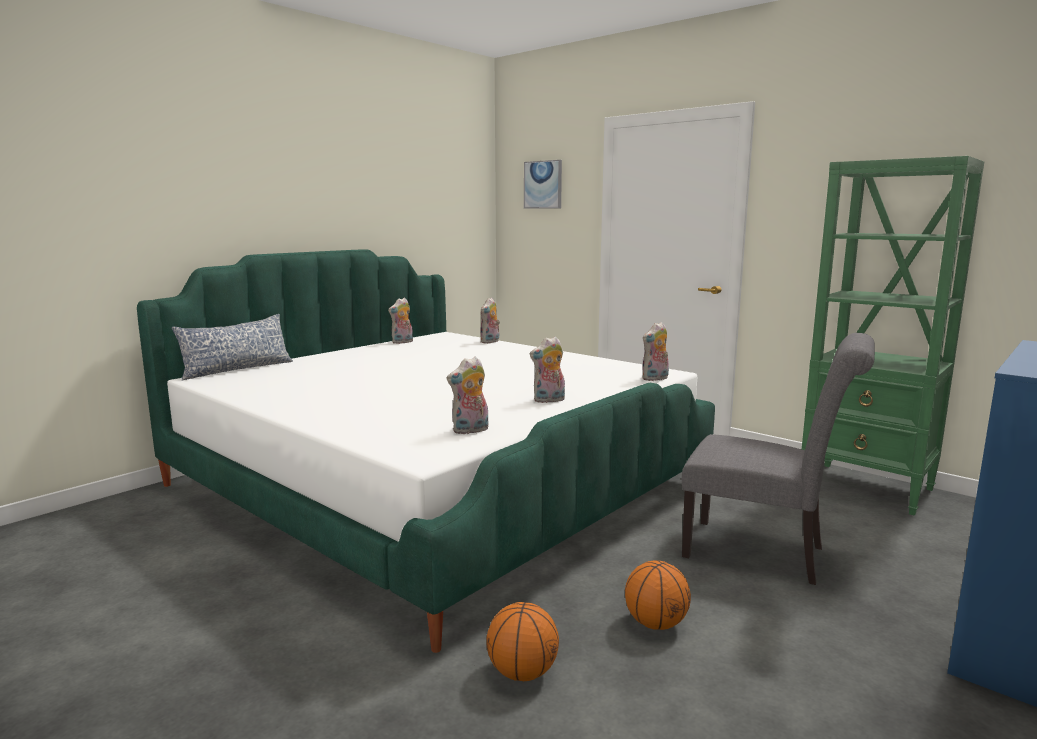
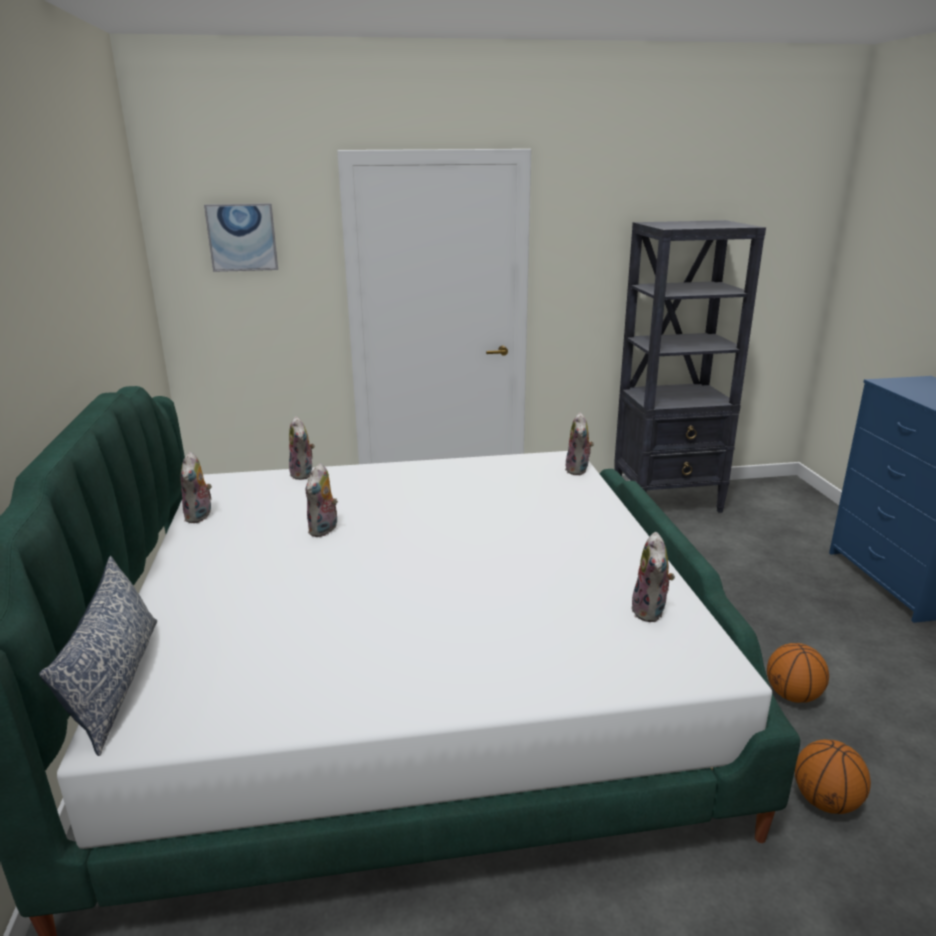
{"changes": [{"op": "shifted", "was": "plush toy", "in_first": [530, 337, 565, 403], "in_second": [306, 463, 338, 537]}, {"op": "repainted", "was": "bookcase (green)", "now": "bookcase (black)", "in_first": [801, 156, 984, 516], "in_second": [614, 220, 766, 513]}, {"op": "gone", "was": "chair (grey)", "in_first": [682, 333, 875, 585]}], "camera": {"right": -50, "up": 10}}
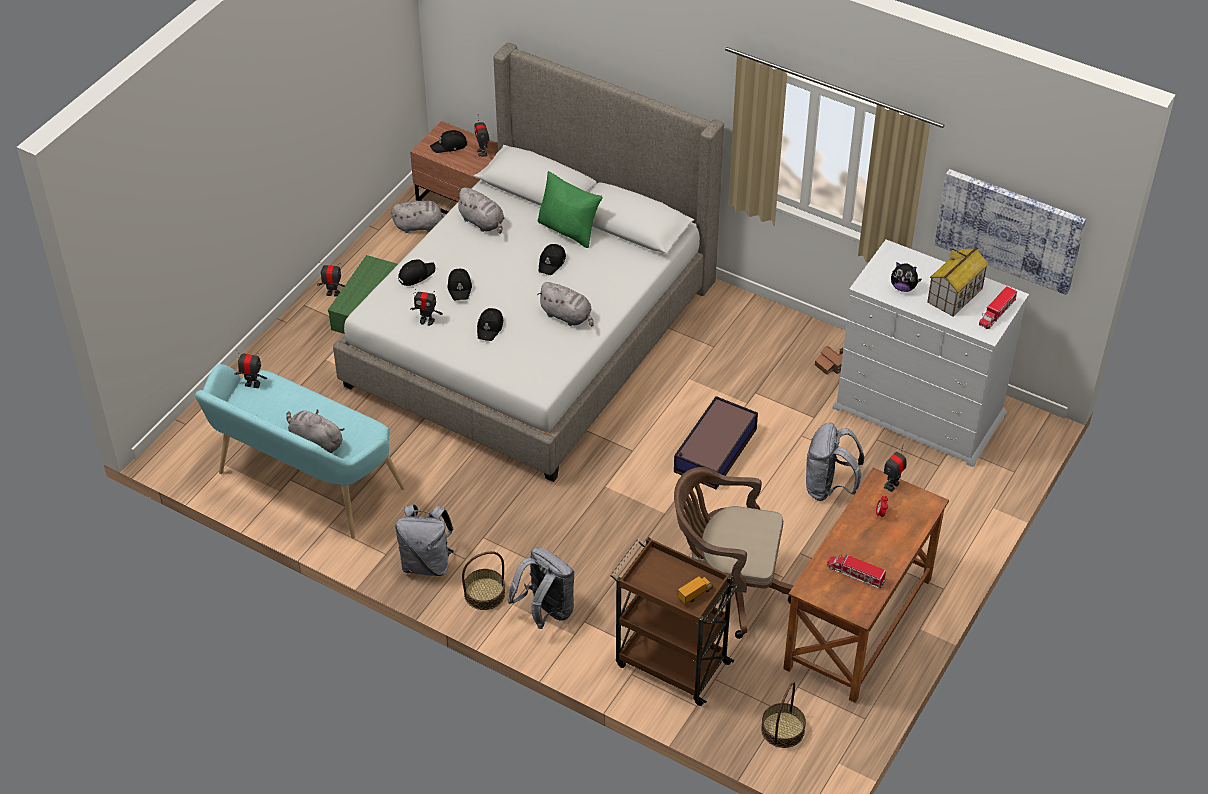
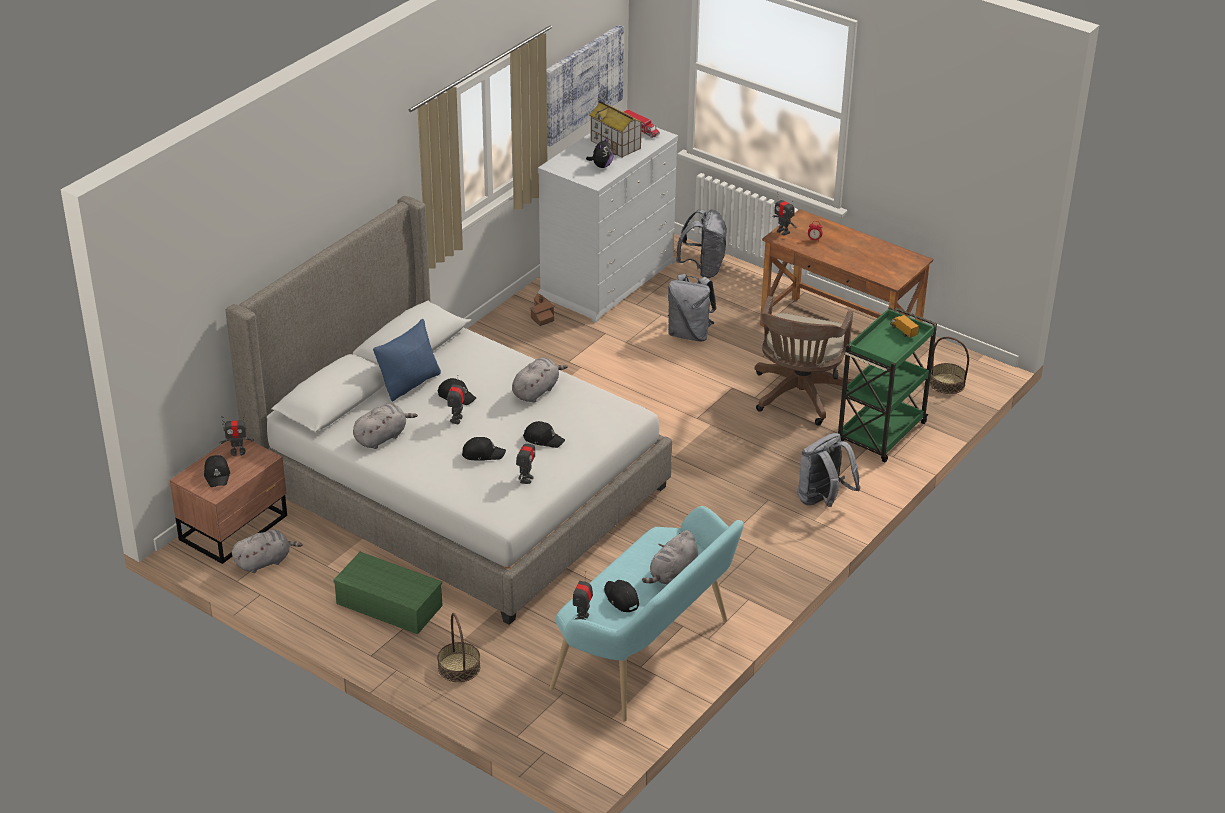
{"changes": [{"op": "rotated", "was": "plush toy (grey)", "in_first": [391, 200, 445, 233], "in_second": [232, 530, 303, 573], "clockwise": 60}, {"op": "repainted", "was": "pillow (green)", "now": "pillow (blue)", "in_first": [538, 171, 603, 248], "in_second": [373, 319, 441, 401]}, {"op": "shifted", "was": "basket", "in_first": [462, 551, 505, 610], "in_second": [437, 613, 481, 682]}, {"op": "shifted", "was": "toy robot", "in_first": [317, 262, 345, 297], "in_second": [447, 375, 465, 424]}, {"op": "shifted", "was": "cap (black)", "in_first": [398, 259, 435, 286], "in_second": [604, 580, 639, 612]}, {"op": "shifted", "was": "backpack (grey)", "in_first": [395, 504, 454, 576], "in_second": [676, 209, 727, 278]}, {"op": "repainted", "was": "cart (brown)", "now": "cart (green)", "in_first": [610, 537, 739, 706], "in_second": [838, 307, 937, 462]}, {"op": "gone", "was": "storage box", "in_first": [674, 396, 758, 489]}, {"op": "gone", "was": "toy truck", "in_first": [827, 554, 886, 588]}], "camera": {"right": -85, "up": -10}}
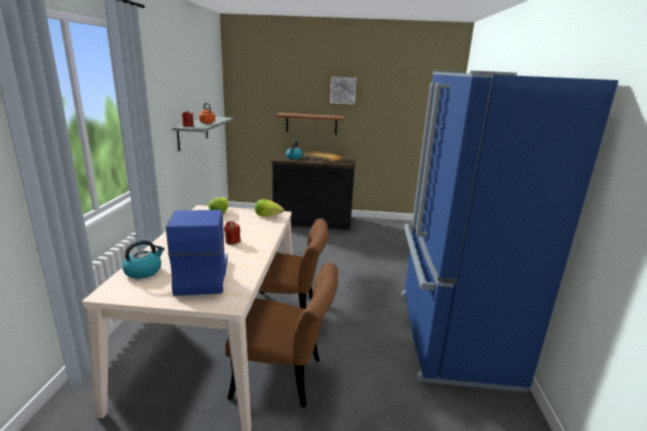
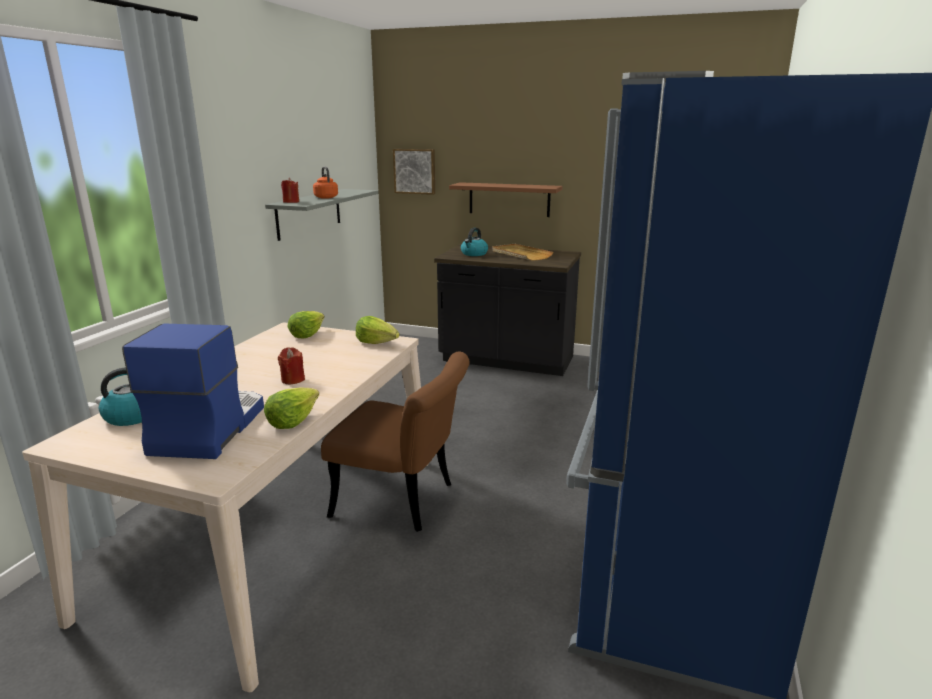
{"changes": [{"op": "new", "now": "lettuce", "in_second": [264, 387, 319, 429]}, {"op": "shifted", "was": "picture", "in_first": [328, 75, 358, 106], "in_second": [393, 149, 435, 195]}, {"op": "gone", "was": "chair (brown)", "in_first": [225, 262, 338, 408]}], "camera": {"right": 15, "up": 0}}
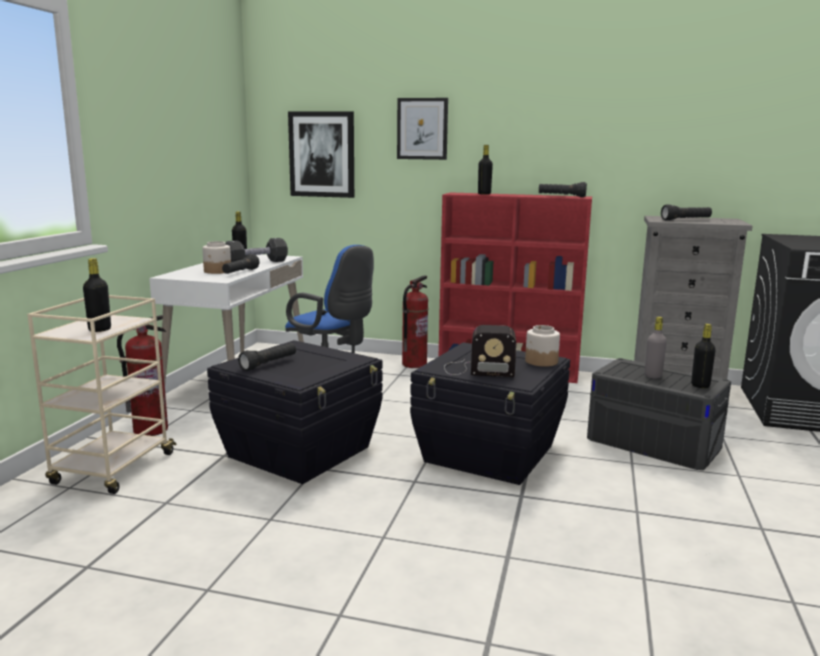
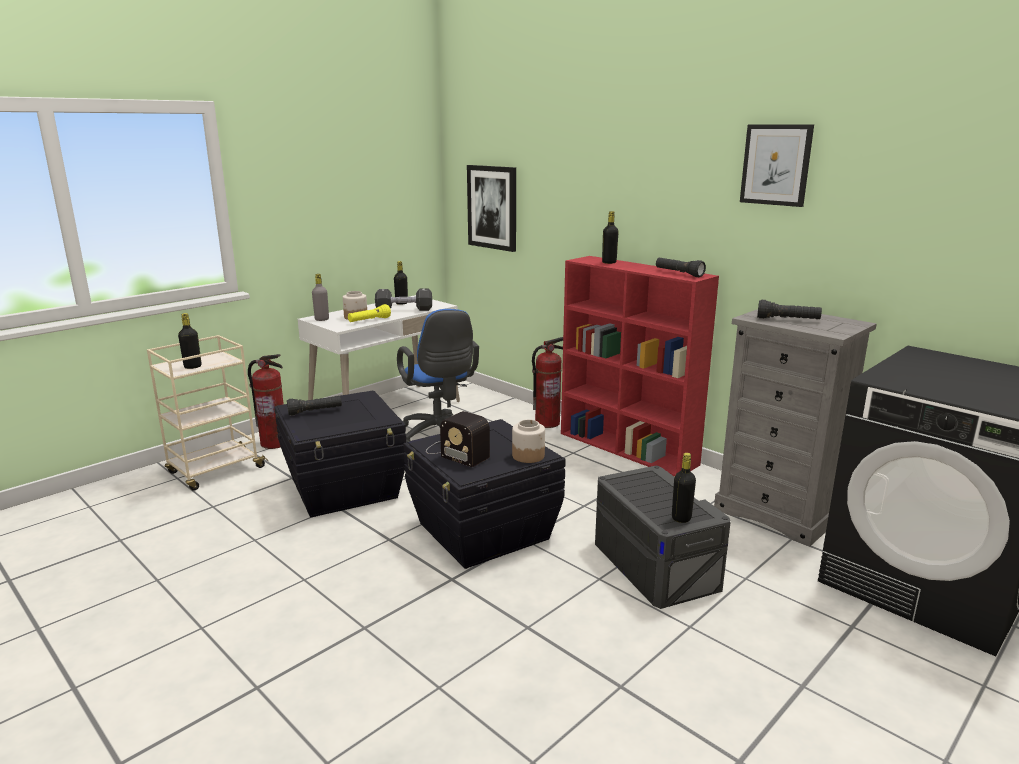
{"changes": [{"op": "shifted", "was": "bottle (grey)", "in_first": [645, 317, 667, 379], "in_second": [312, 274, 329, 321]}, {"op": "repainted", "was": "flashlight (black)", "now": "flashlight (yellow)", "in_first": [222, 254, 260, 274], "in_second": [348, 304, 391, 322]}, {"op": "shifted", "was": "picture", "in_first": [397, 98, 448, 160], "in_second": [740, 125, 814, 207]}], "camera": {"right": 30, "up": 5}}
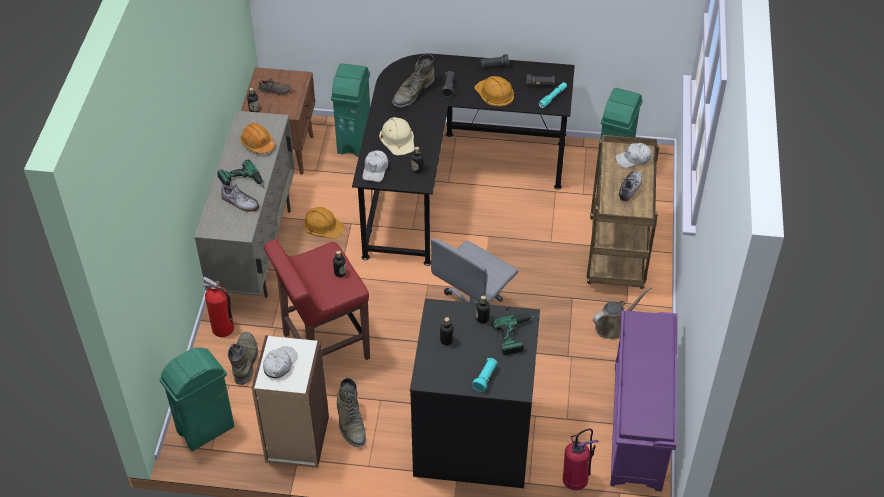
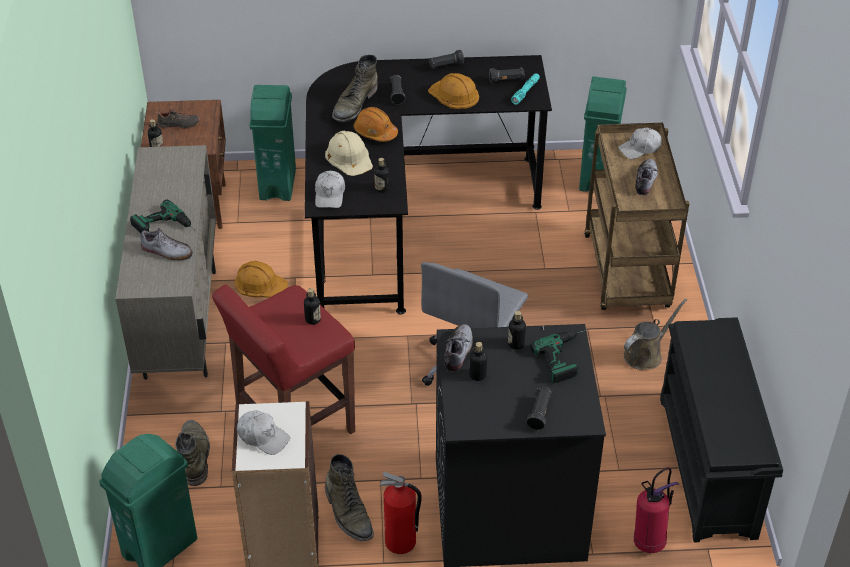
{"changes": [{"op": "rotated", "was": "cap (white)", "in_first": [263, 346, 298, 379], "in_second": [237, 410, 290, 455], "clockwise": 105}, {"op": "shifted", "was": "hard hat (orange)", "in_first": [240, 123, 275, 154], "in_second": [354, 107, 398, 142]}, {"op": "shifted", "was": "fire extinguisher", "in_first": [202, 276, 234, 337], "in_second": [380, 472, 422, 554]}, {"op": "new", "now": "shoe", "in_second": [444, 324, 473, 372]}, {"op": "repainted", "was": "flashlight (turquoise)", "now": "flashlight (black)", "in_first": [472, 358, 498, 392], "in_second": [526, 387, 552, 430]}, {"op": "repainted", "was": "shoe rack (purple)", "now": "shoe rack (black)", "in_first": [610, 310, 677, 492], "in_second": [660, 317, 783, 543]}], "camera": {"right": -10, "up": -5}}
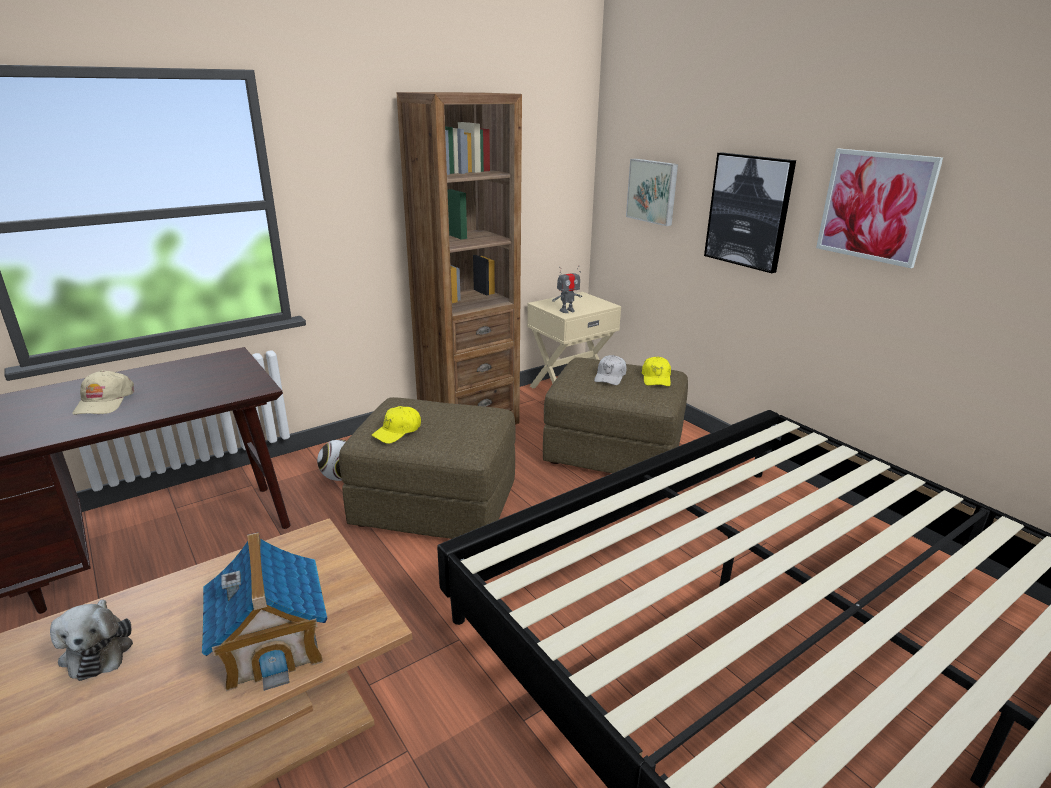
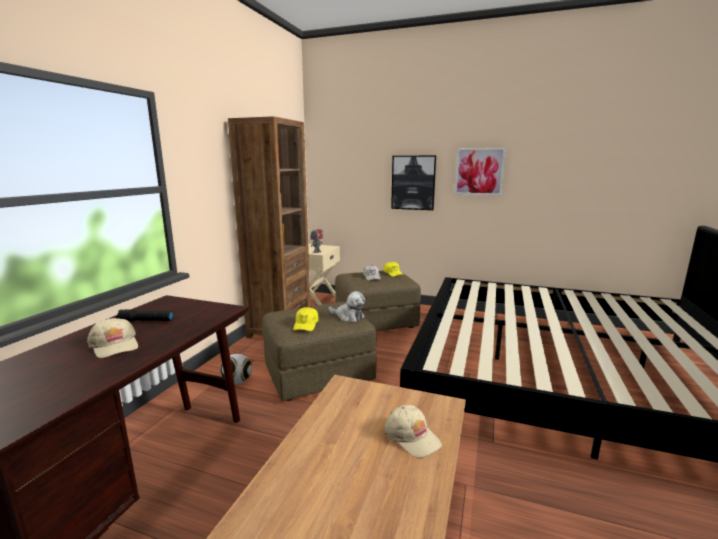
{"changes": [{"op": "new", "now": "flashlight (black)", "in_second": [116, 309, 174, 321]}, {"op": "shifted", "was": "plush toy", "in_first": [50, 599, 133, 681], "in_second": [329, 291, 365, 322]}, {"op": "swapped", "was": "toy house", "now": "cap (beige)", "in_first": [202, 532, 327, 691], "in_second": [384, 405, 442, 458]}, {"op": "gone", "was": "picture", "in_first": [626, 158, 678, 226]}], "camera": {"right": -35, "up": -10}}
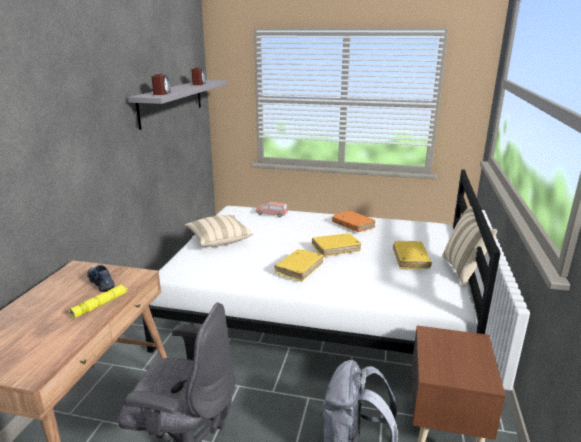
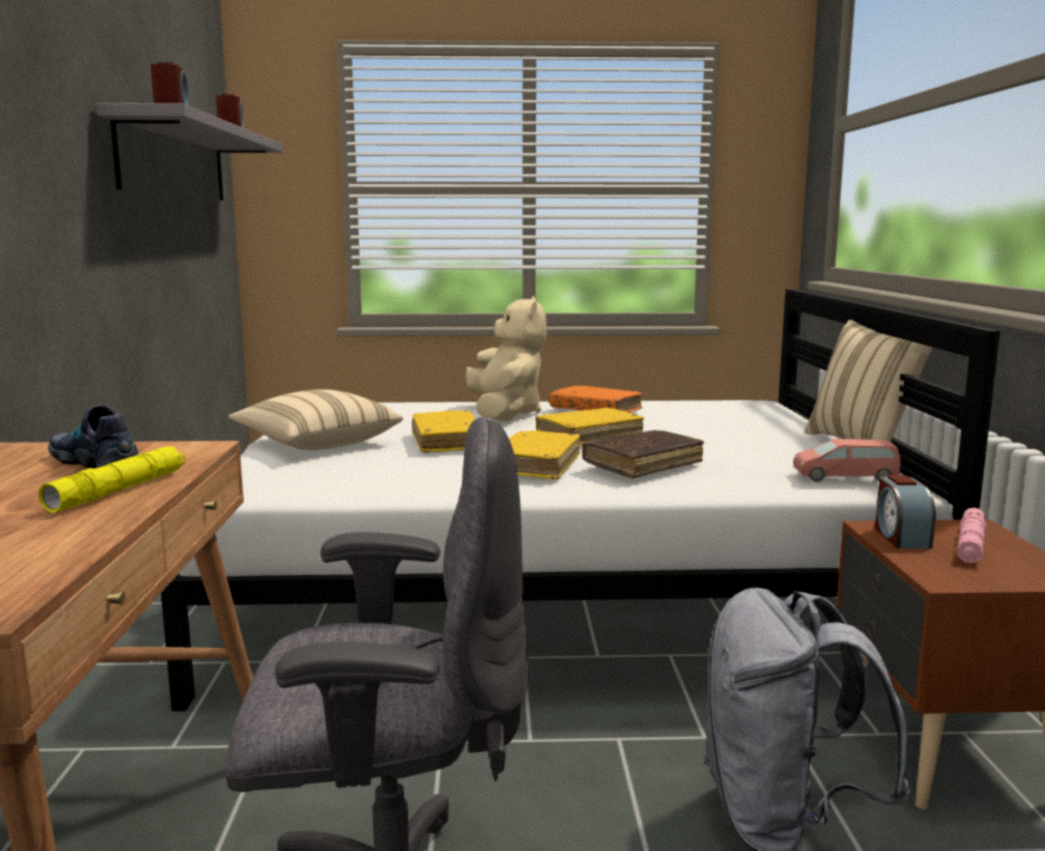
{"changes": [{"op": "shifted", "was": "book (yellow)", "in_first": [393, 241, 432, 269], "in_second": [412, 410, 475, 453]}, {"op": "new", "now": "plush toy (beige)", "in_second": [465, 296, 546, 421]}, {"op": "new", "now": "book (brown)", "in_second": [582, 430, 704, 478]}, {"op": "shifted", "was": "toy car (pink)", "in_first": [255, 202, 288, 217], "in_second": [793, 439, 900, 482]}, {"op": "new", "now": "alarm clock", "in_second": [875, 475, 936, 549]}, {"op": "new", "now": "flashlight (pink)", "in_second": [957, 508, 986, 563]}], "camera": {"right": -15, "up": -10}}
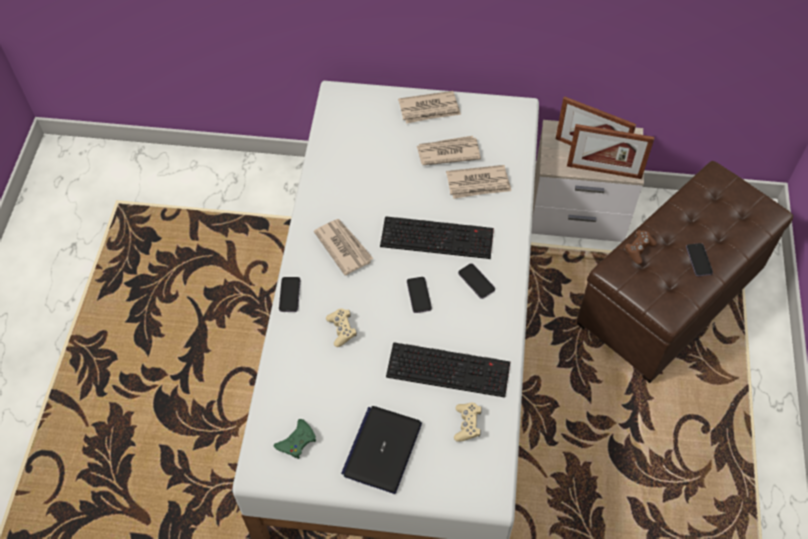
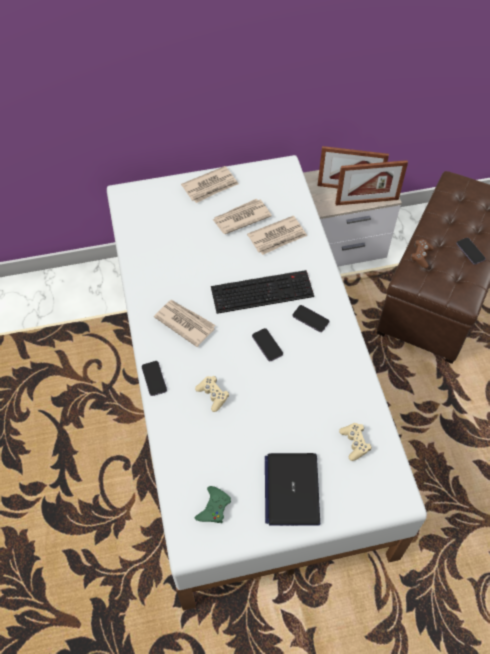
{"changes": [{"op": "gone", "was": "keyboard", "in_first": [386, 342, 510, 398]}], "camera": {"right": -20, "up": 0}}
